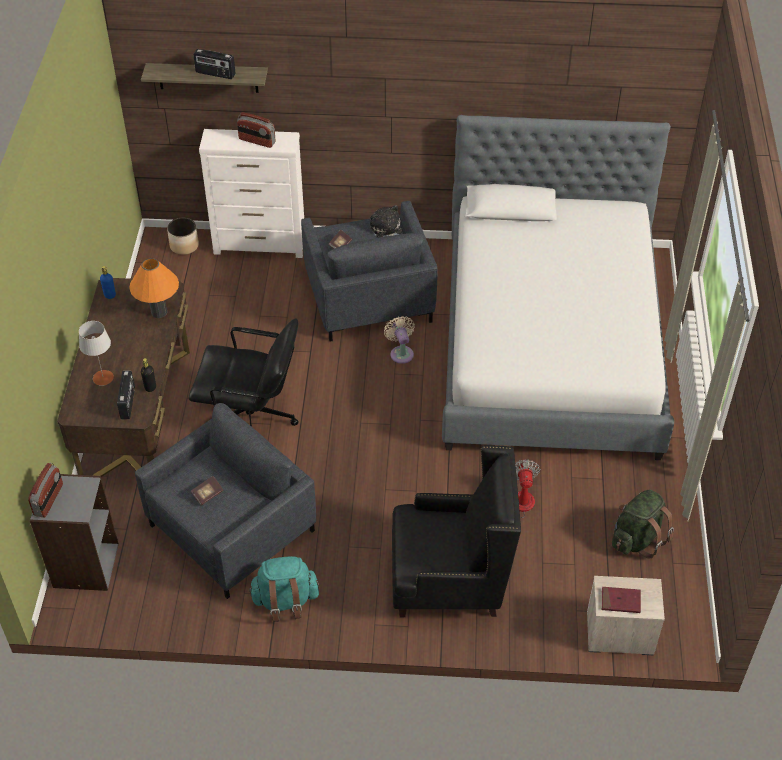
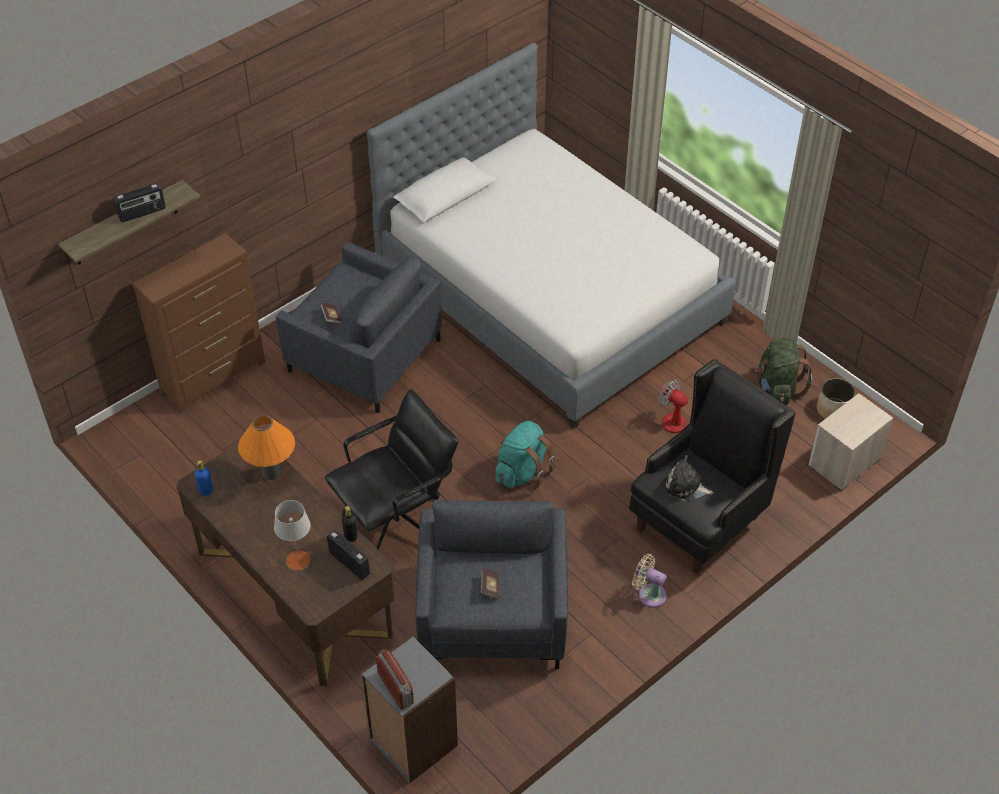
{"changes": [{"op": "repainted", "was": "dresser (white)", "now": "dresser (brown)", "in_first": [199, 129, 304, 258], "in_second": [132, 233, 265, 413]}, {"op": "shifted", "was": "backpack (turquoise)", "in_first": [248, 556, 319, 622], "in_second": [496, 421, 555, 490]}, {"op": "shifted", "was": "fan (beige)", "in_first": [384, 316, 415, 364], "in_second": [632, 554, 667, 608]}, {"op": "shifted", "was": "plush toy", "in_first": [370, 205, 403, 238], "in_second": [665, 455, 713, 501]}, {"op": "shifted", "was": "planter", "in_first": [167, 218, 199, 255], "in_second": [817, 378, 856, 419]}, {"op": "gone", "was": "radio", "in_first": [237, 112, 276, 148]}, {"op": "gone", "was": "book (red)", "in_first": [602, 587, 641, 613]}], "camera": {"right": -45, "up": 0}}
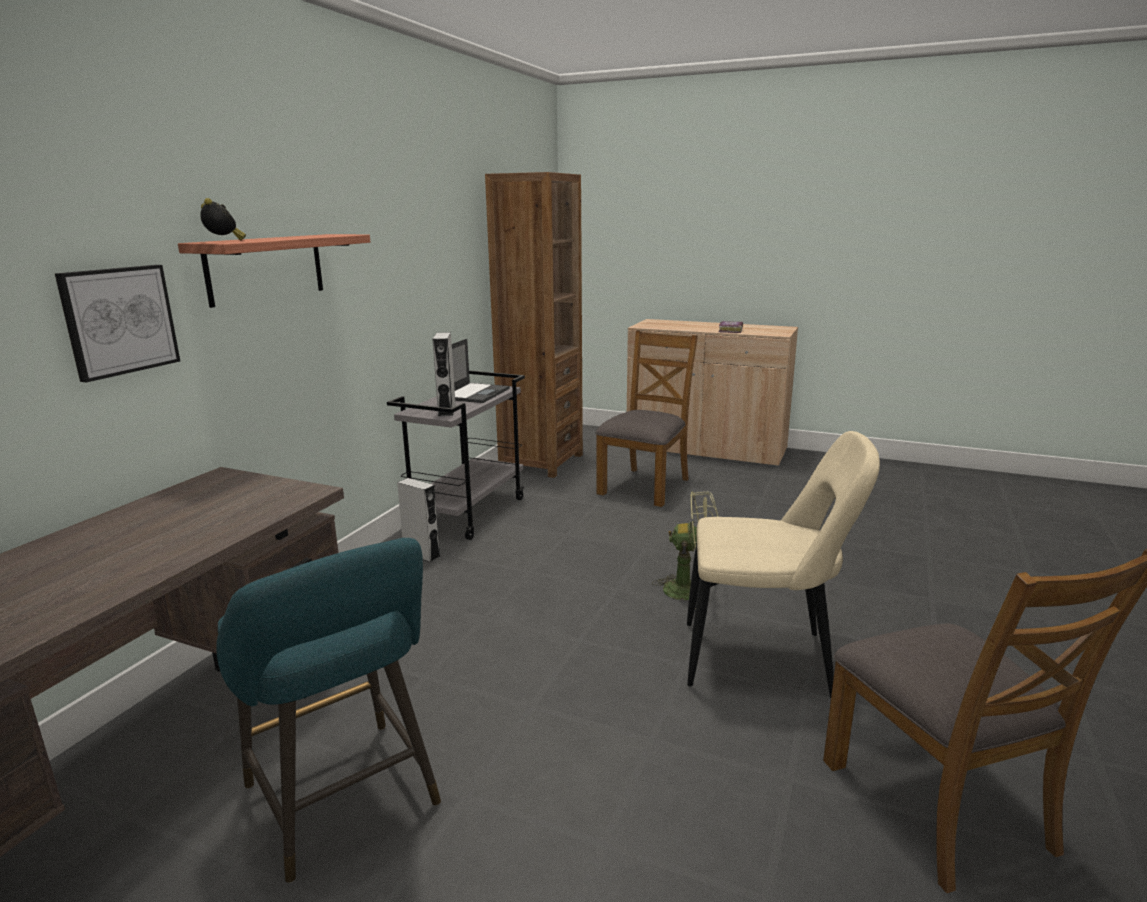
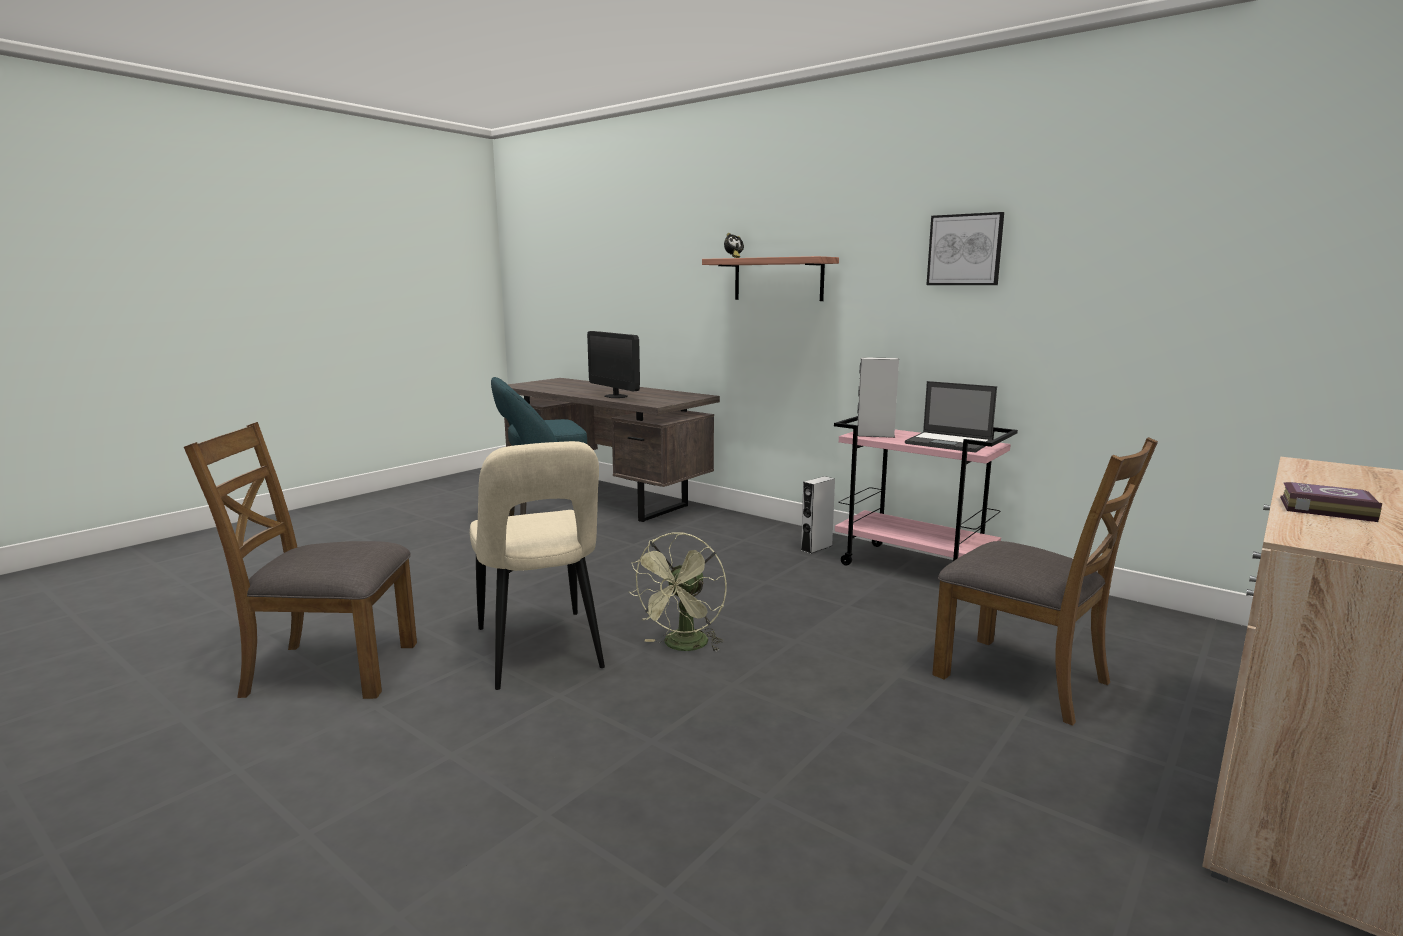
{"changes": [{"op": "rotated", "was": "chair (beige)", "in_first": [687, 431, 880, 698], "in_second": [470, 441, 605, 690], "clockwise": -45}, {"op": "new", "now": "monitor", "in_second": [587, 331, 640, 398]}, {"op": "repainted", "was": "cart (grey)", "now": "cart (pink)", "in_first": [387, 370, 525, 540], "in_second": [834, 416, 1018, 566]}, {"op": "shifted", "was": "picture", "in_first": [55, 265, 180, 383], "in_second": [927, 212, 1004, 285]}, {"op": "gone", "was": "bookcase (brown)", "in_first": [485, 172, 583, 478]}], "camera": {"right": 105, "up": -5}}
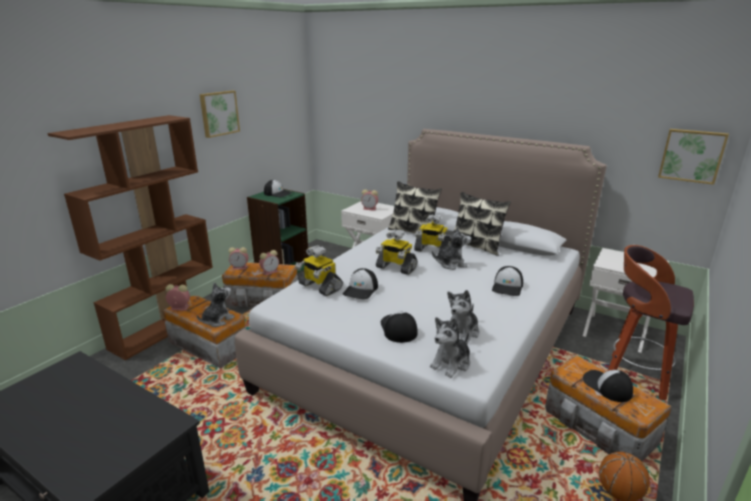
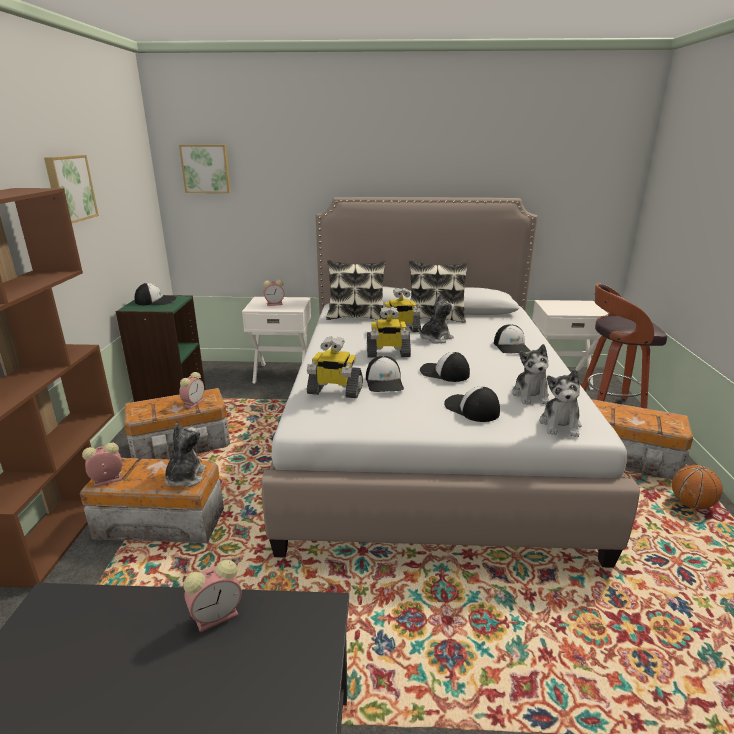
{"changes": [{"op": "shifted", "was": "picture", "in_first": [658, 129, 729, 185], "in_second": [179, 145, 231, 193]}, {"op": "shifted", "was": "alarm clock", "in_first": [228, 247, 248, 270], "in_second": [183, 560, 242, 632]}, {"op": "shifted", "was": "cap", "in_first": [583, 370, 633, 402], "in_second": [420, 352, 470, 382]}], "camera": {"right": -30, "up": 0}}
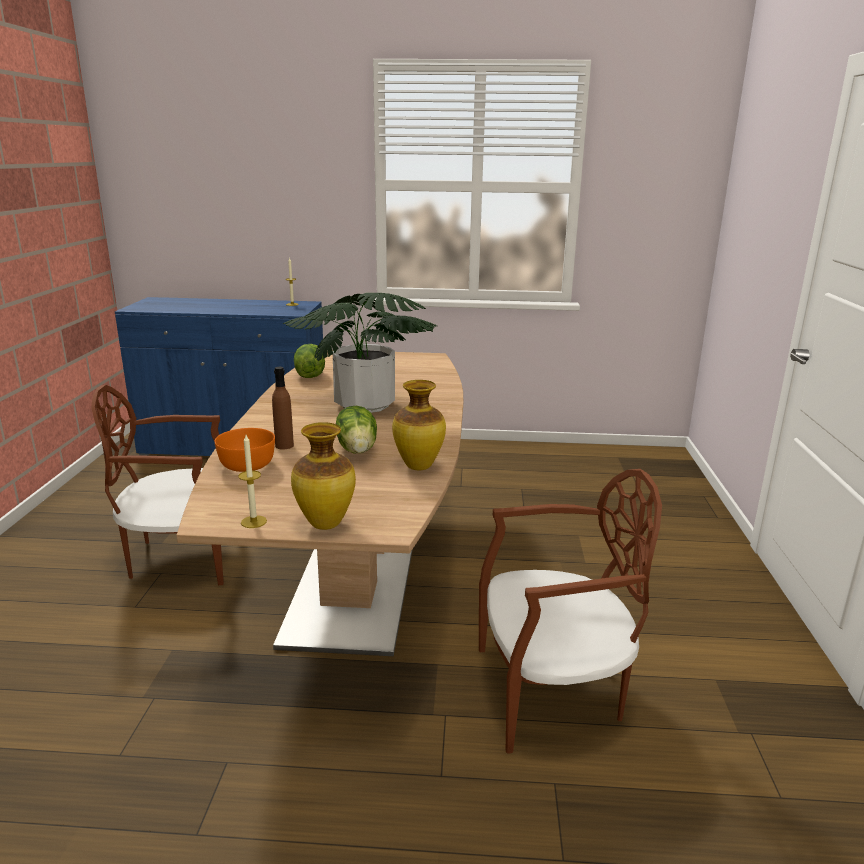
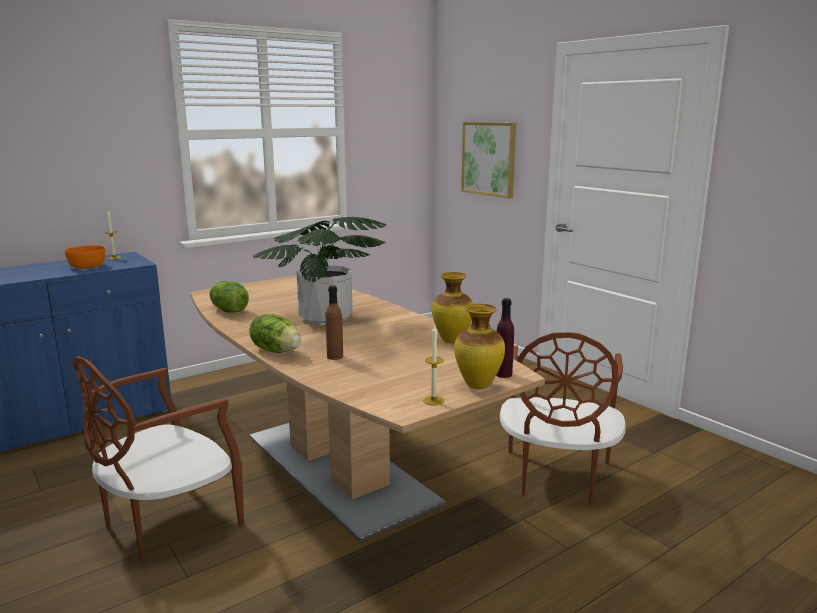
{"changes": [{"op": "shifted", "was": "bowl (orange)", "in_first": [215, 428, 275, 472], "in_second": [65, 245, 105, 269]}, {"op": "shifted", "was": "lettuce", "in_first": [336, 406, 377, 454], "in_second": [249, 314, 301, 353]}, {"op": "new", "now": "picture", "in_second": [461, 122, 516, 198]}, {"op": "new", "now": "bottle (purple)", "in_second": [496, 298, 514, 378]}, {"op": "rotated", "was": "chair (brown)", "in_first": [479, 469, 662, 754], "in_second": [500, 332, 626, 506], "clockwise": 150}], "camera": {"right": -40, "up": -5}}
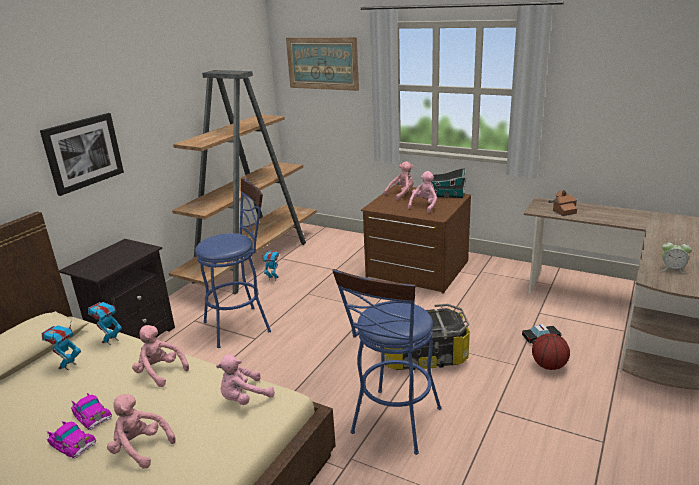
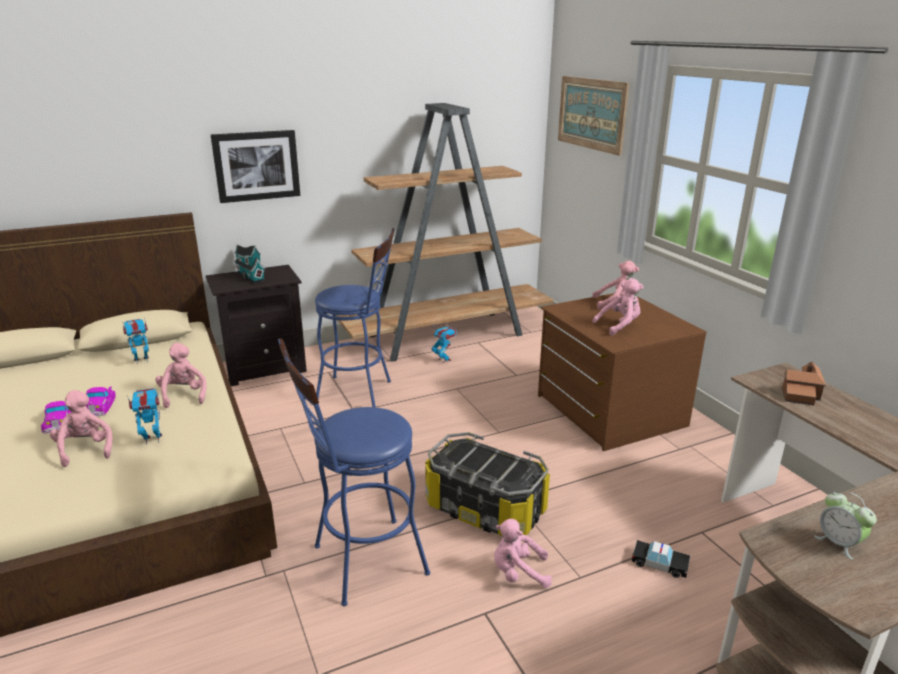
{"changes": [{"op": "shifted", "was": "toy robot", "in_first": [88, 299, 122, 345], "in_second": [127, 388, 162, 445]}, {"op": "shifted", "was": "toy house", "in_first": [431, 168, 466, 198], "in_second": [234, 244, 265, 283]}, {"op": "shifted", "was": "plush toy (pink)", "in_first": [216, 354, 275, 405], "in_second": [494, 519, 552, 588]}, {"op": "gone", "was": "basketball", "in_first": [532, 333, 570, 370]}], "camera": {"right": 35, "up": 0}}
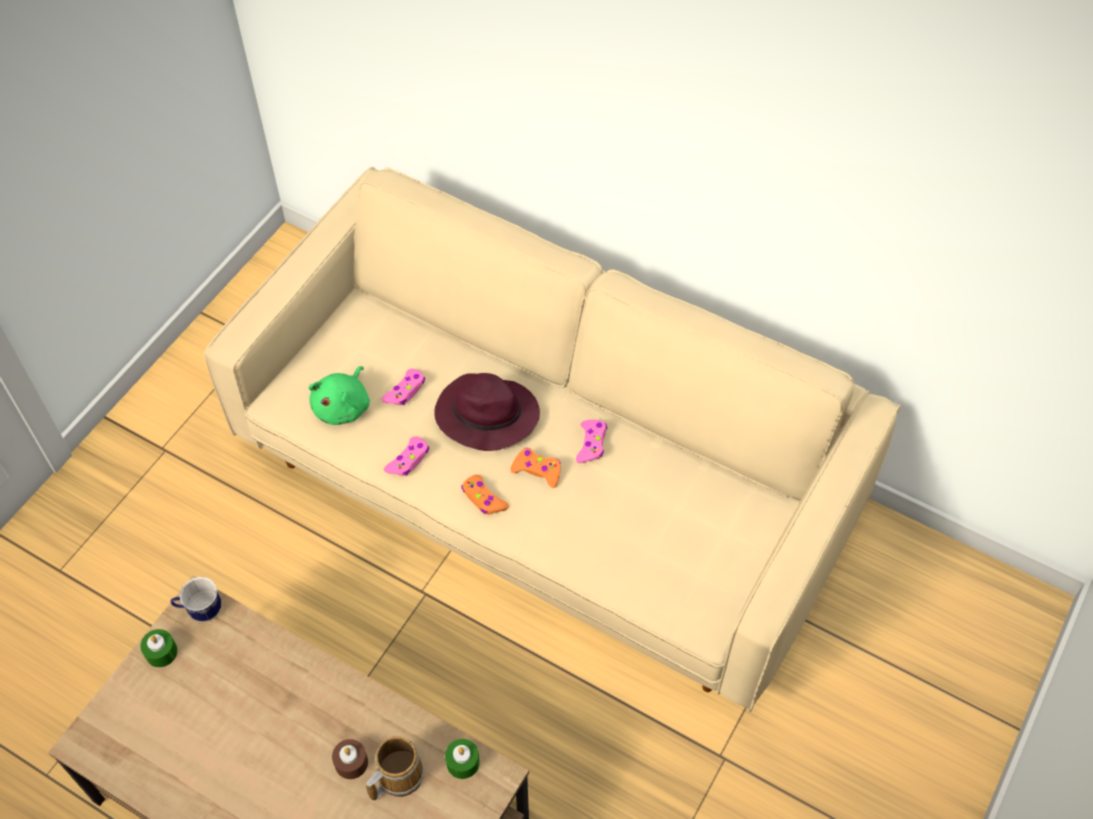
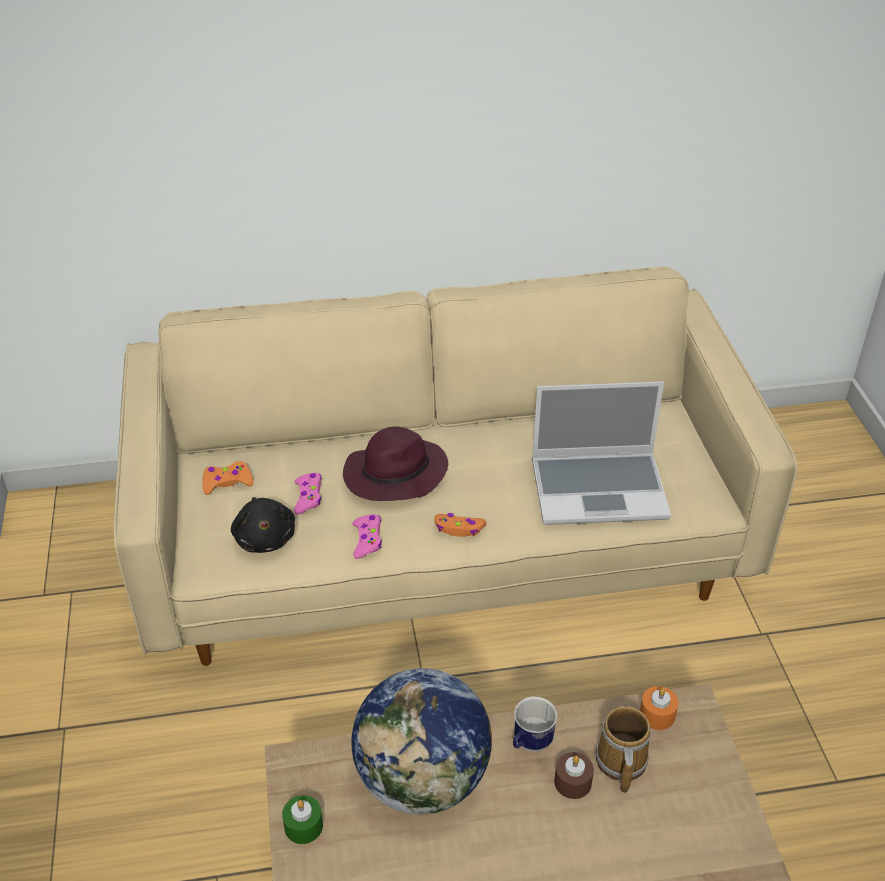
{"changes": [{"op": "shifted", "was": "game controller (orange)", "in_first": [511, 448, 561, 488], "in_second": [202, 461, 253, 495]}, {"op": "repainted", "was": "plush toy (green)", "now": "plush toy (black)", "in_first": [309, 366, 370, 425], "in_second": [231, 497, 295, 553]}, {"op": "new", "now": "globe", "in_second": [351, 668, 492, 815]}, {"op": "shifted", "was": "mug", "in_first": [171, 577, 221, 622], "in_second": [513, 696, 557, 752]}, {"op": "new", "now": "laptop", "in_second": [532, 381, 671, 525]}, {"op": "repainted", "was": "candle (green)", "now": "candle (orange)", "in_first": [445, 739, 480, 779], "in_second": [640, 686, 678, 730]}, {"op": "gone", "was": "game controller (pink)", "in_first": [576, 420, 607, 463]}], "camera": {"right": -40, "up": -15}}
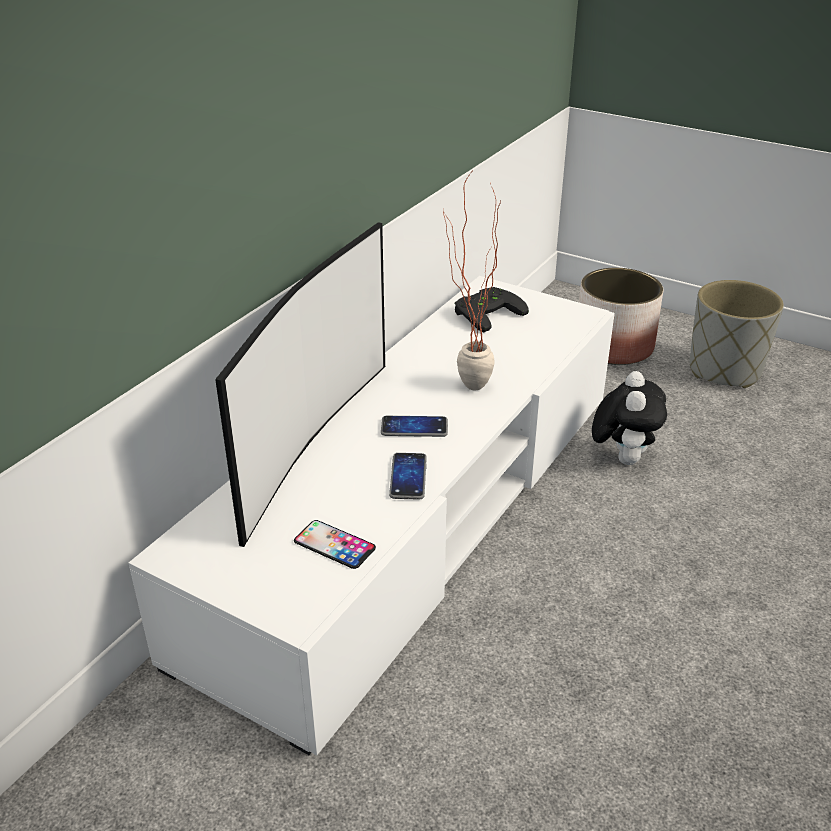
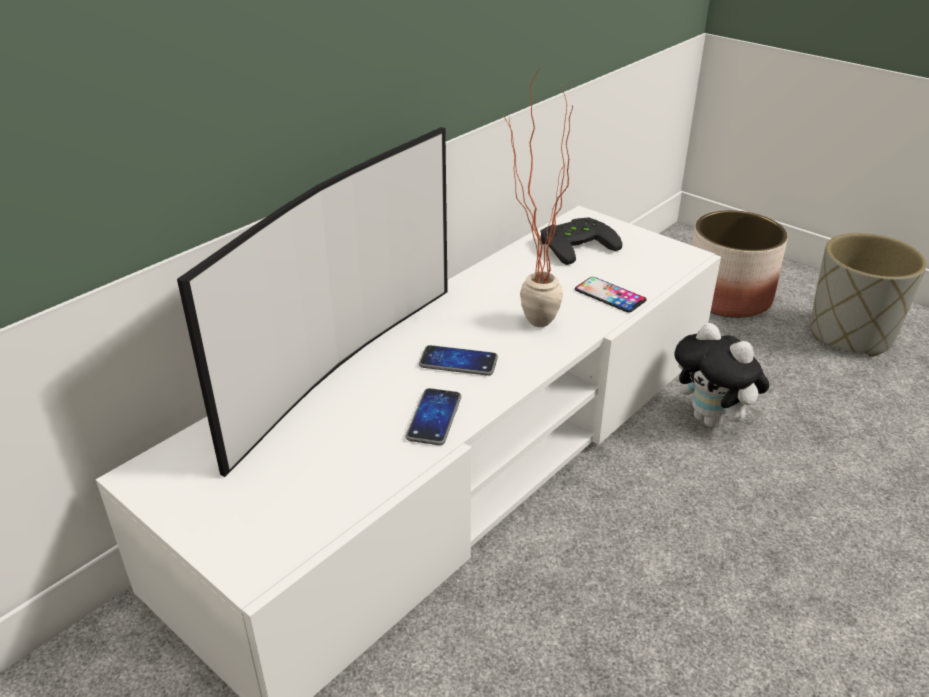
{"changes": [{"op": "shifted", "was": "phone", "in_first": [294, 520, 376, 569], "in_second": [575, 277, 646, 313]}, {"op": "rotated", "was": "plush toy", "in_first": [592, 371, 667, 465], "in_second": [675, 323, 770, 428], "clockwise": 120}], "camera": {"right": 10, "up": 0}}
